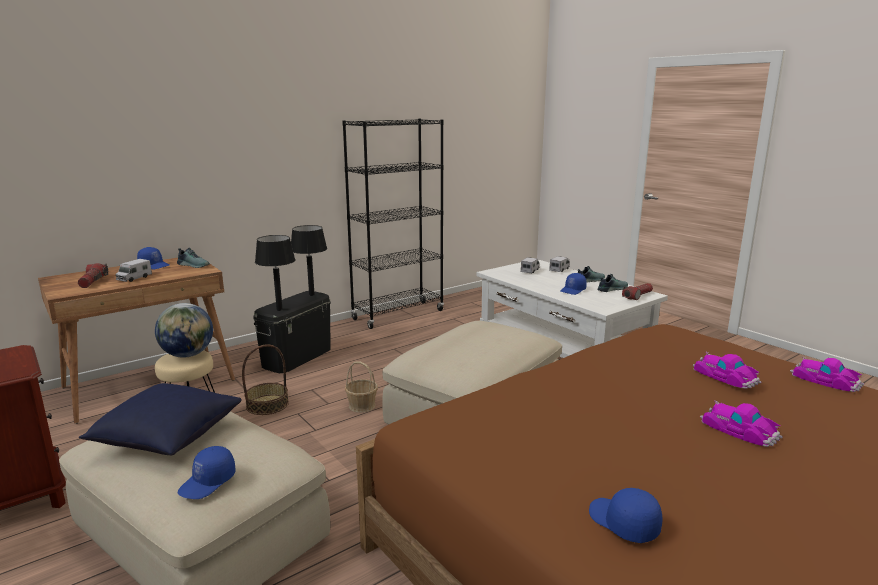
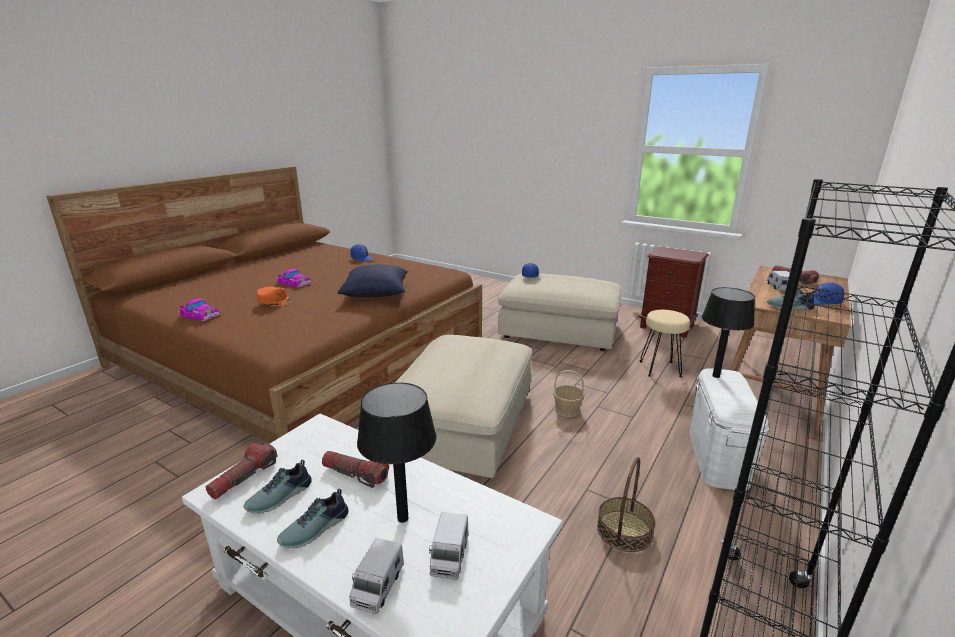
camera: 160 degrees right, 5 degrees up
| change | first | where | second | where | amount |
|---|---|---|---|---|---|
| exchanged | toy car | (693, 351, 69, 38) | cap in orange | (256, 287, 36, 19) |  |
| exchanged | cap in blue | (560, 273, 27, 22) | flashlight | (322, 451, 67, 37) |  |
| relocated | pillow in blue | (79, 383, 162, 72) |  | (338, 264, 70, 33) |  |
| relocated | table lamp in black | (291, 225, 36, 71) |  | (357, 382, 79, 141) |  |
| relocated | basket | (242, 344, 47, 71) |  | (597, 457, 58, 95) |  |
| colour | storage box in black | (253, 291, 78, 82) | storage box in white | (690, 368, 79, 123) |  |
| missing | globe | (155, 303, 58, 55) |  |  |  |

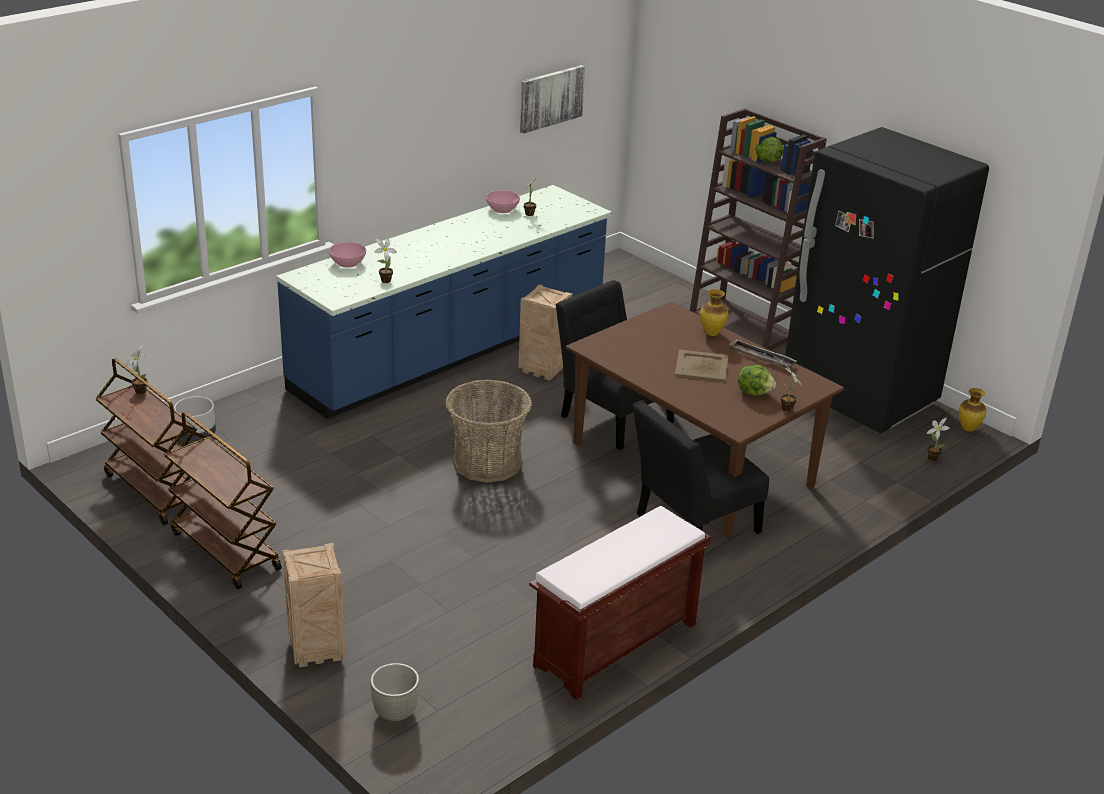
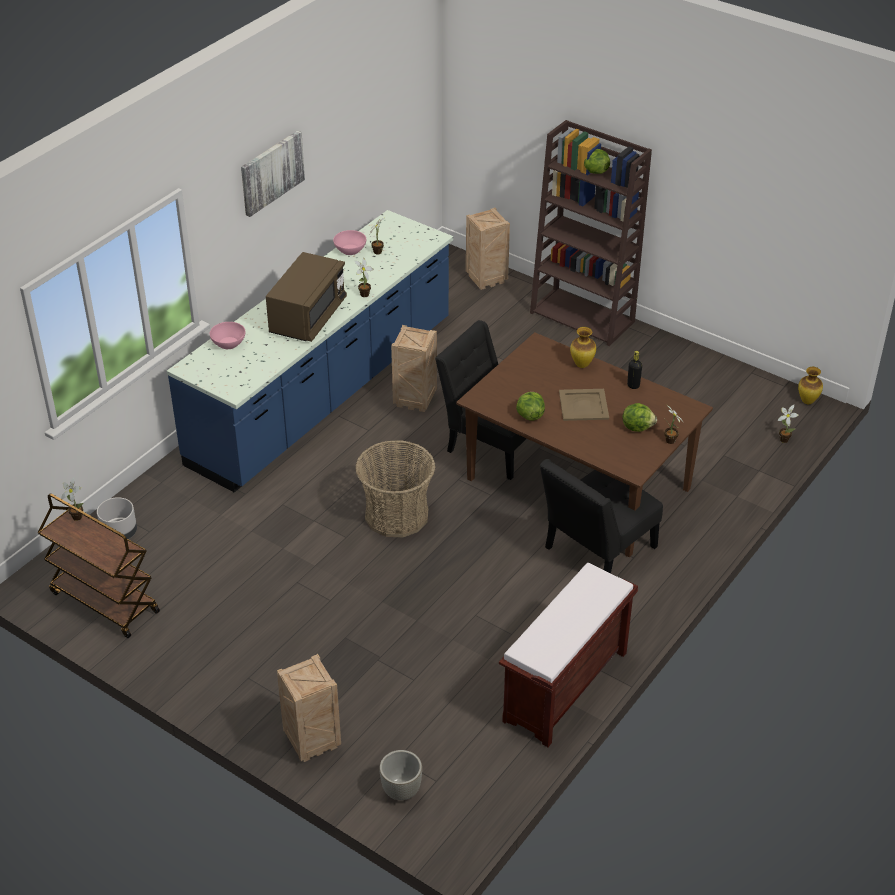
camera: 10 degrees left, 10 degrees up
| change | first | where | second | where | amount |
|---|---|---|---|---|---|
| relocated | picture | (520, 65, 65, 69) |  | (241, 130, 64, 87) |  |
| appeared |  |  | microwave in brown | (266, 252, 81, 90) |  |
| relocated | potted plant | (374, 238, 23, 45) |  | (355, 258, 18, 39) |  |
| appeared |  |  | crate | (466, 207, 44, 83) |  |
| appeared |  |  | lettuce | (516, 392, 29, 29) |  |
| exchanged | tray | (729, 339, 68, 28) | bottle in black | (627, 351, 15, 38) |  |
| missing | cart in brown | (164, 412, 118, 177) |  |  |  |
| missing | fridge in black | (785, 127, 204, 307) |  |  |  |

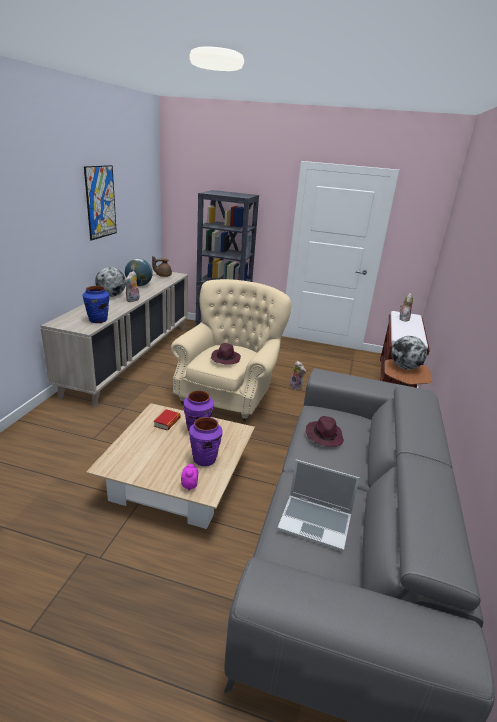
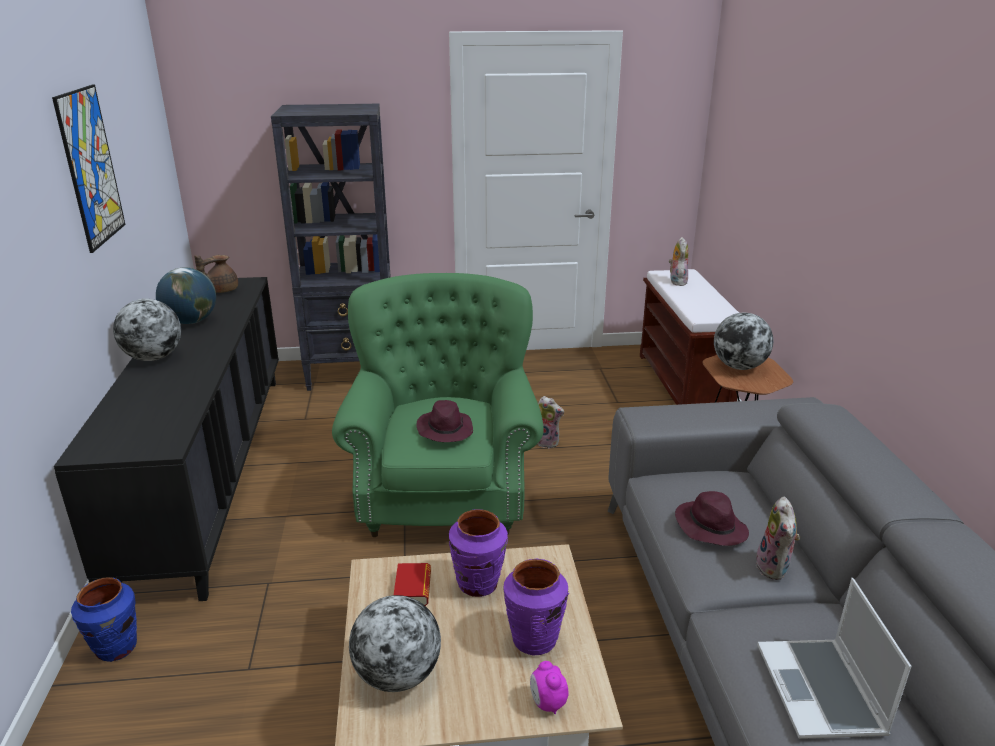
camera: 20 degrees left, 0 degrees up
| change | first | where | second | where | amount |
|---|---|---|---|---|---|
| colour | cabinet in beige | (41, 270, 147, 138) | cabinet in black | (54, 277, 225, 324) |  |
| relocated | vase in blue | (83, 286, 27, 37) |  | (71, 577, 66, 85) |  |
| colour | armchair in beige | (171, 279, 120, 143) | armchair in green | (332, 273, 212, 264) |  |
| appeared |  |  | globe | (349, 595, 92, 97) |  |
| relocated | plush toy | (125, 271, 15, 31) |  | (756, 497, 44, 83) |  |
| spun | laptop | (277, 460, 83, 91) |  | (757, 578, 155, 161) | 90 degrees clockwise |

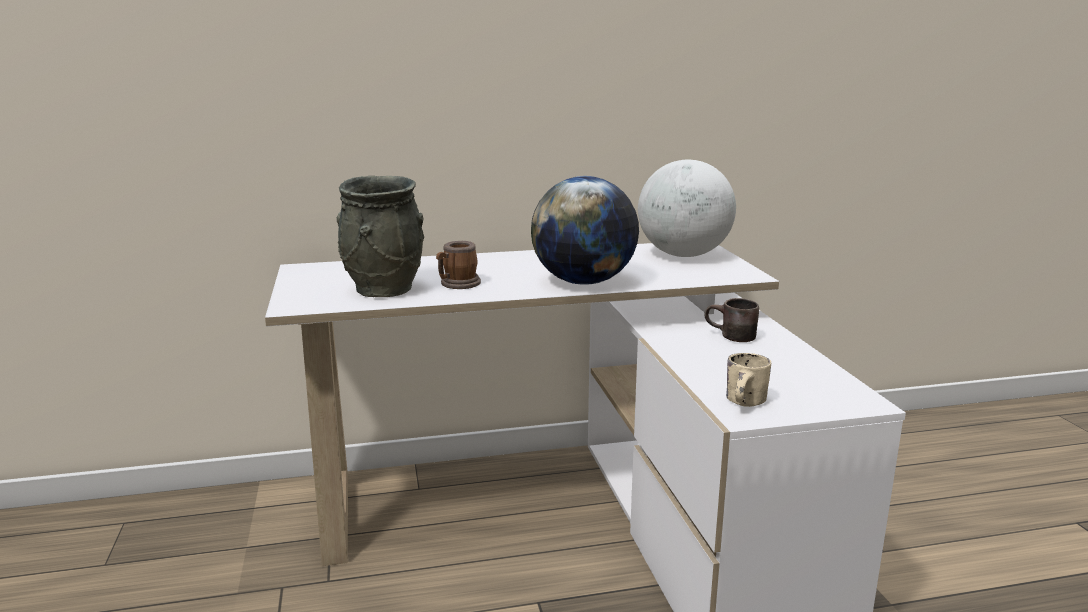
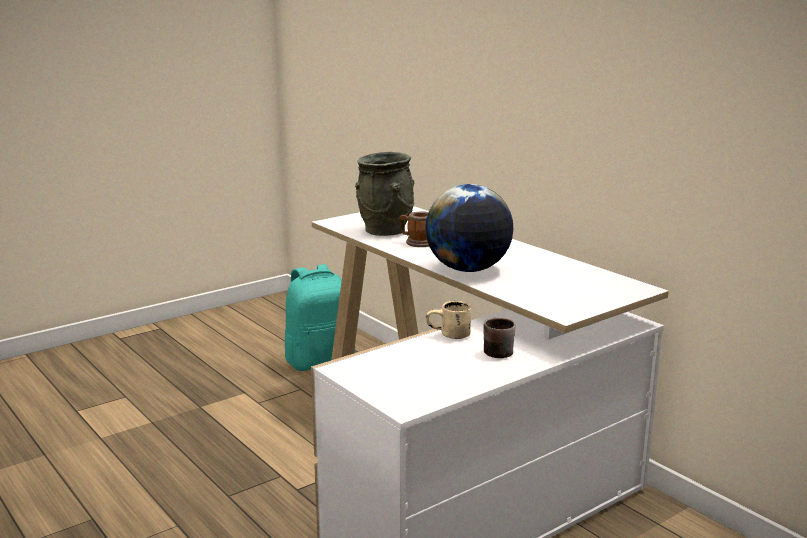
camera: 65 degrees right, 0 degrees up
| change | first | where | second | where | amount |
|---|---|---|---|---|---|
| appeared |  |  | backpack in turquoise | (285, 264, 70, 107) |  |
| relocated | mug in beige | (726, 353, 45, 54) |  | (426, 301, 45, 38) |  |
| missing | globe | (638, 160, 98, 97) |  |  |  |

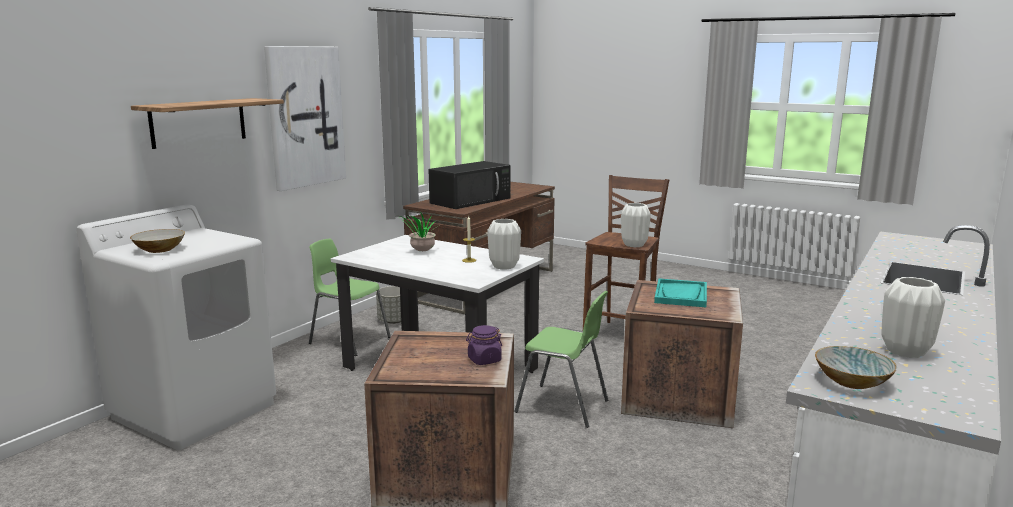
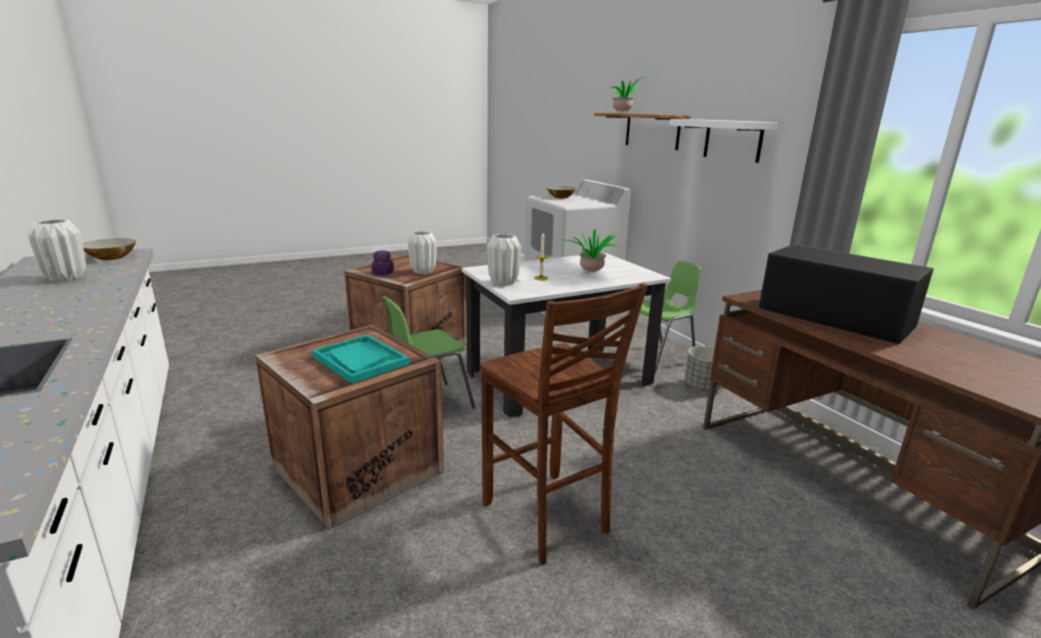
camera: 120 degrees right, 5 degrees up
| change | first | where | second | where | amount |
|---|---|---|---|---|---|
| relocated | vase in white | (621, 203, 30, 44) |  | (408, 231, 29, 43) |  |
| appeared |  |  | potted plant | (611, 77, 32, 34) |  |
| exchanged | picture | (264, 46, 82, 145) | shelf in white | (670, 119, 108, 44) |  |
| spun | microwave in black | (428, 161, 82, 48) |  | (759, 244, 175, 100) | 150 degrees clockwise |

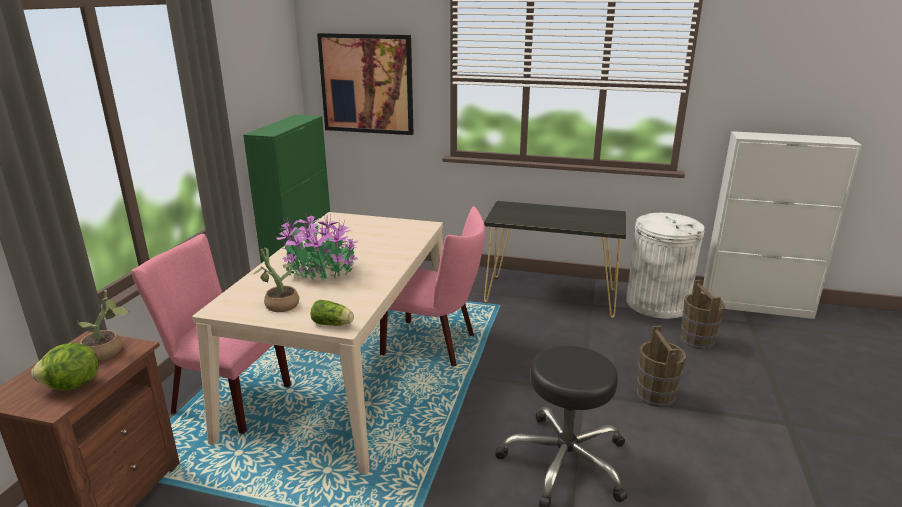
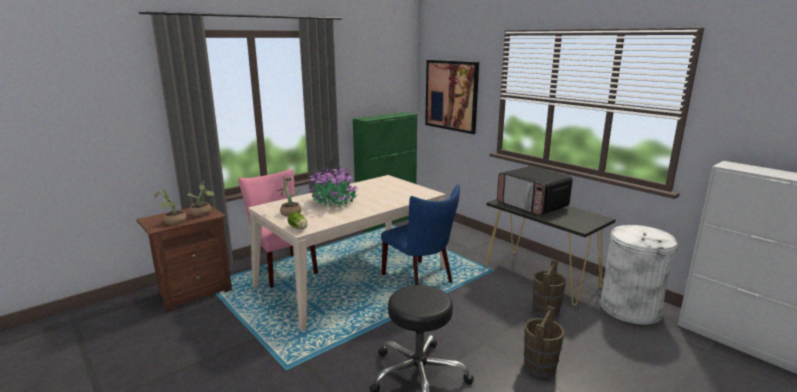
camera: 35 degrees right, 5 degrees down
| change | first | where | second | where | amount |
|---|---|---|---|---|---|
| exchanged | lettuce | (31, 343, 67, 47) | potted plant | (154, 189, 33, 36) |  |
| colour | chair in pink | (380, 207, 105, 160) | chair in blue | (381, 185, 79, 100) |  |
| appeared |  |  | microwave | (497, 166, 76, 50) |  |
| relocated | bucket in brown | (680, 280, 45, 70) |  | (532, 260, 34, 58) |  |

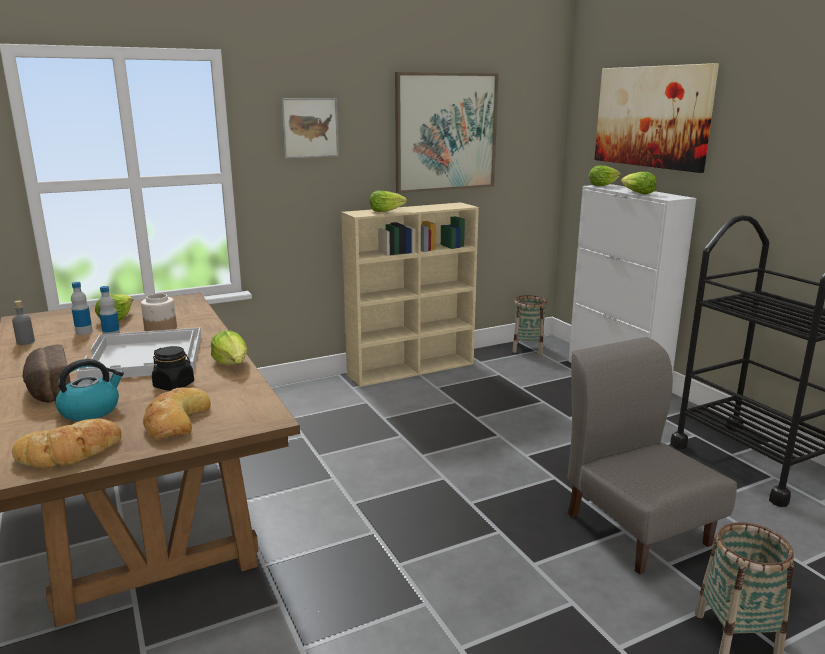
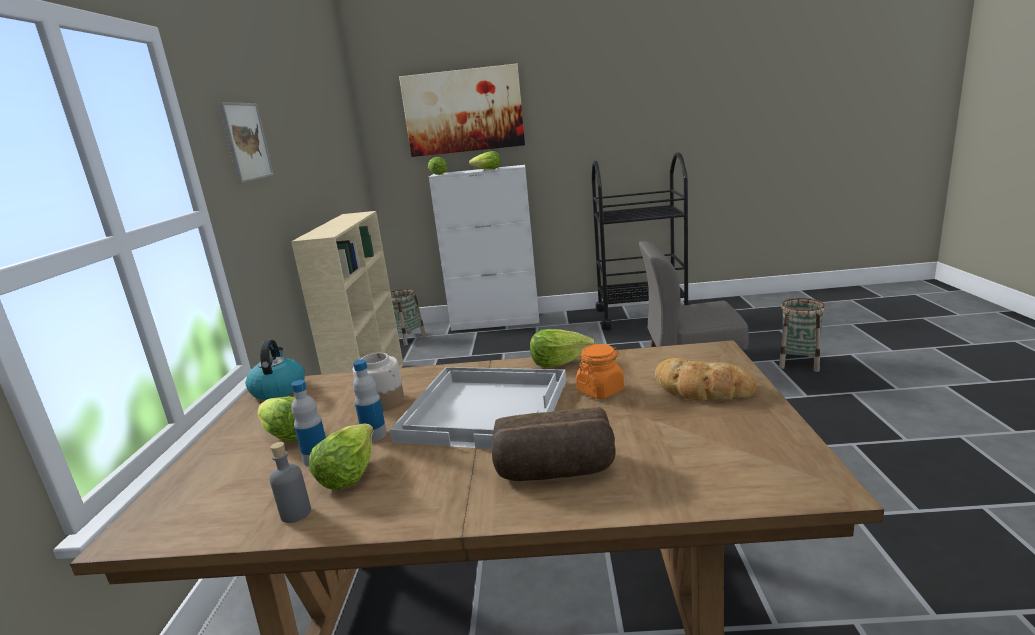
camera: 60 degrees left, 0 degrees up
| change | first | where | second | where | amount |
|---|---|---|---|---|---|
| relocated | kettle | (55, 359, 69, 62) |  | (246, 339, 59, 61) |  |
| relocated | lettuce | (370, 191, 37, 21) |  | (309, 424, 65, 66) |  |
| colour | jar in black | (152, 346, 42, 45) | jar in orange | (576, 344, 48, 55) |  |
| missing | bread | (12, 419, 110, 49) |  |  |  |
| missing | picture | (395, 72, 104, 121) |  |  |  |

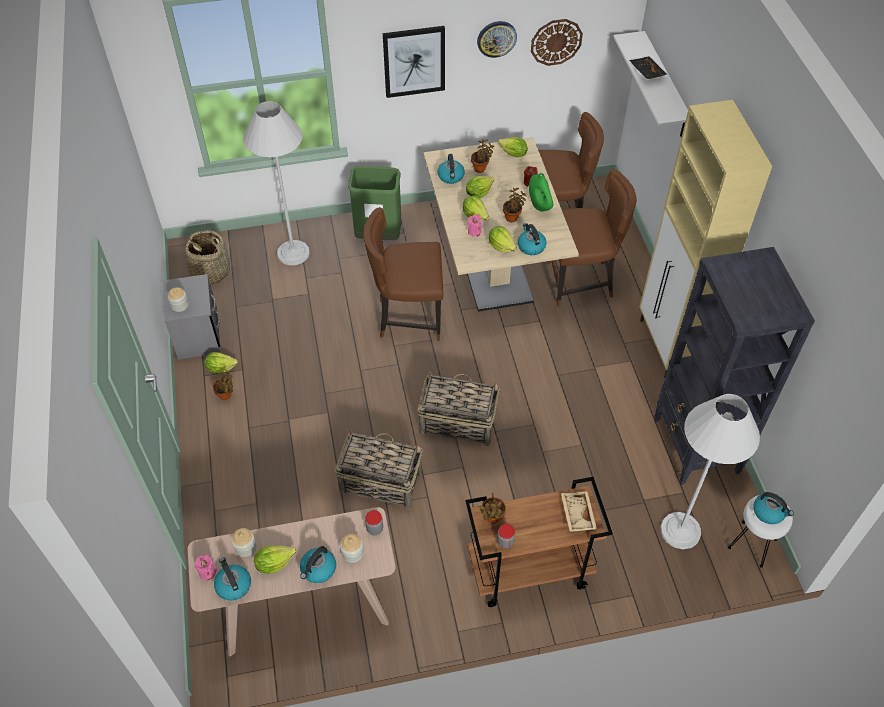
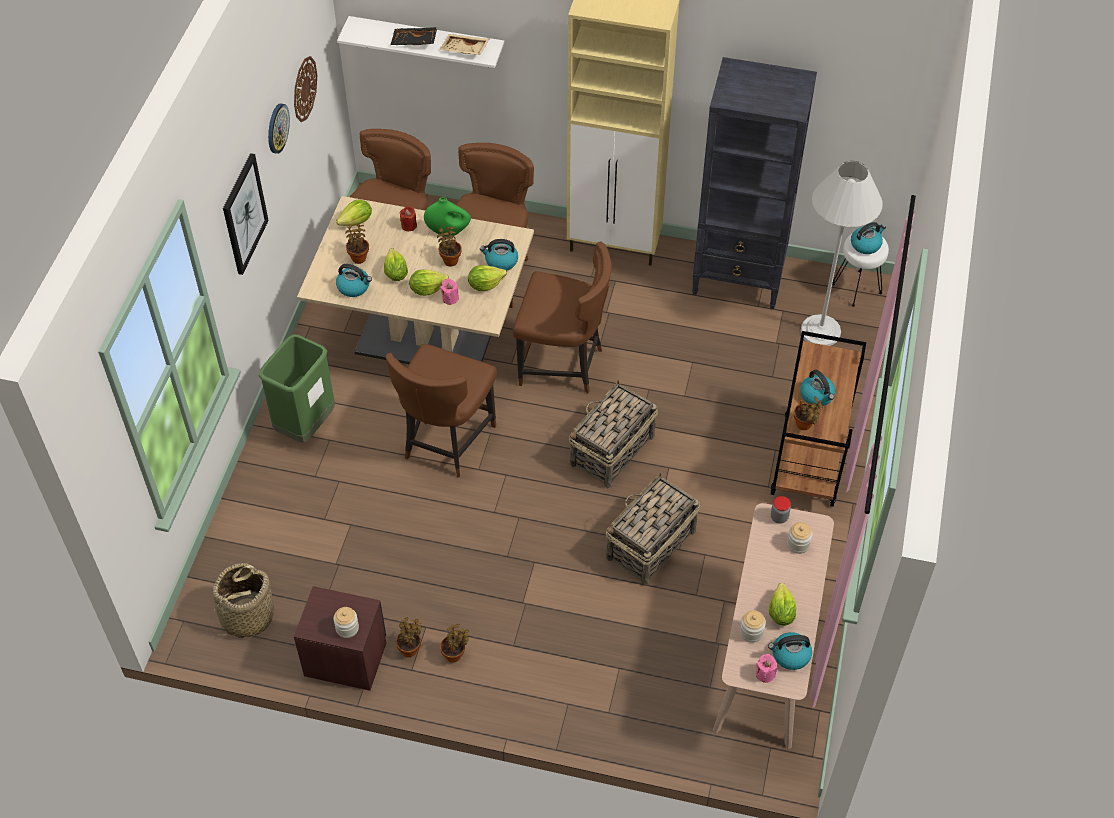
camera: 65 degrees left, 0 degrees up
| change | first | where | second | where | amount |
|---|---|---|---|---|---|
| colour | nightstand in grey | (163, 274, 57, 86) | nightstand in brown | (294, 586, 92, 105) |  |
| exchanged | lettuce | (204, 352, 34, 22) | potted plant | (396, 617, 26, 40) |  |
| relocated | tray in beige | (561, 491, 36, 41) |  | (439, 34, 50, 21) |  |
| appeared |  |  | chair in brown | (513, 241, 99, 152) |  |
| relocated | kettle | (300, 546, 36, 37) |  | (800, 370, 35, 37) |  |
| missing | floor lamp in white | (243, 101, 67, 164) |  |  |  |
| missing | jar | (497, 524, 18, 25) |  |  |  |

